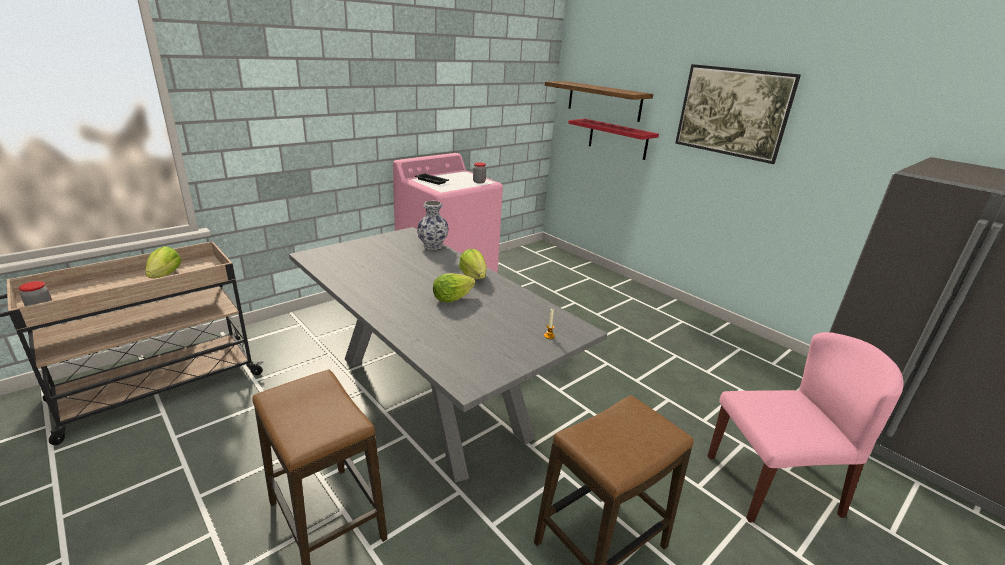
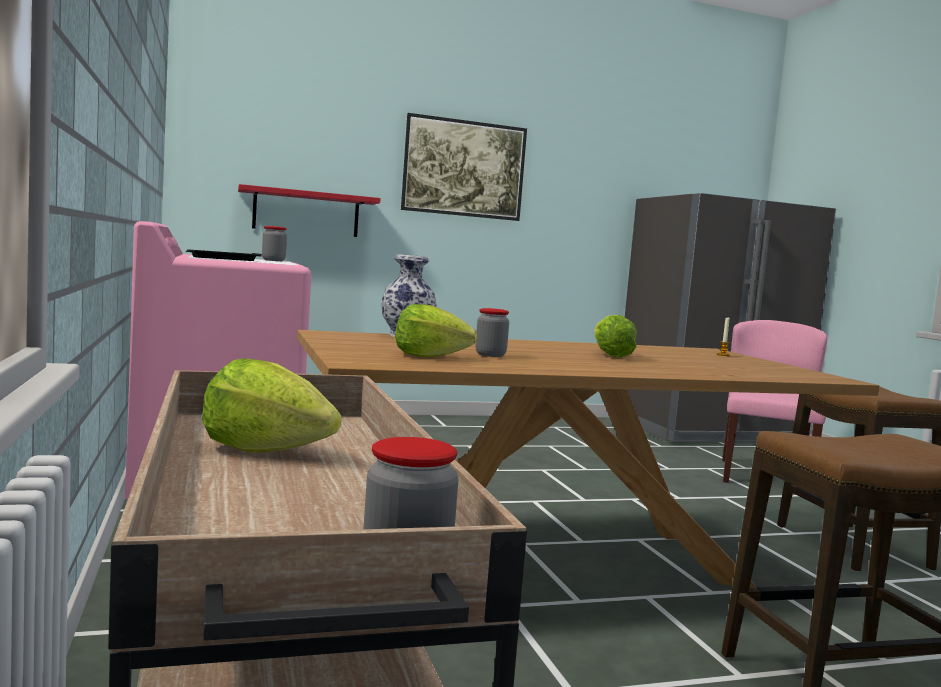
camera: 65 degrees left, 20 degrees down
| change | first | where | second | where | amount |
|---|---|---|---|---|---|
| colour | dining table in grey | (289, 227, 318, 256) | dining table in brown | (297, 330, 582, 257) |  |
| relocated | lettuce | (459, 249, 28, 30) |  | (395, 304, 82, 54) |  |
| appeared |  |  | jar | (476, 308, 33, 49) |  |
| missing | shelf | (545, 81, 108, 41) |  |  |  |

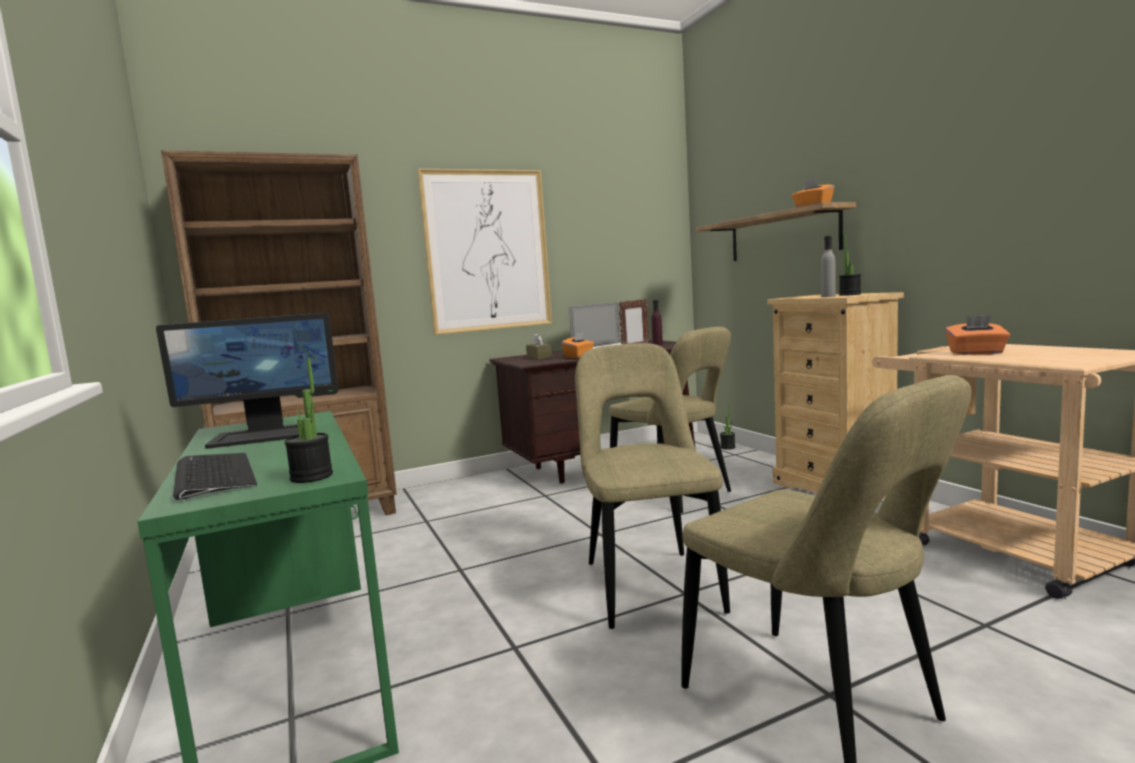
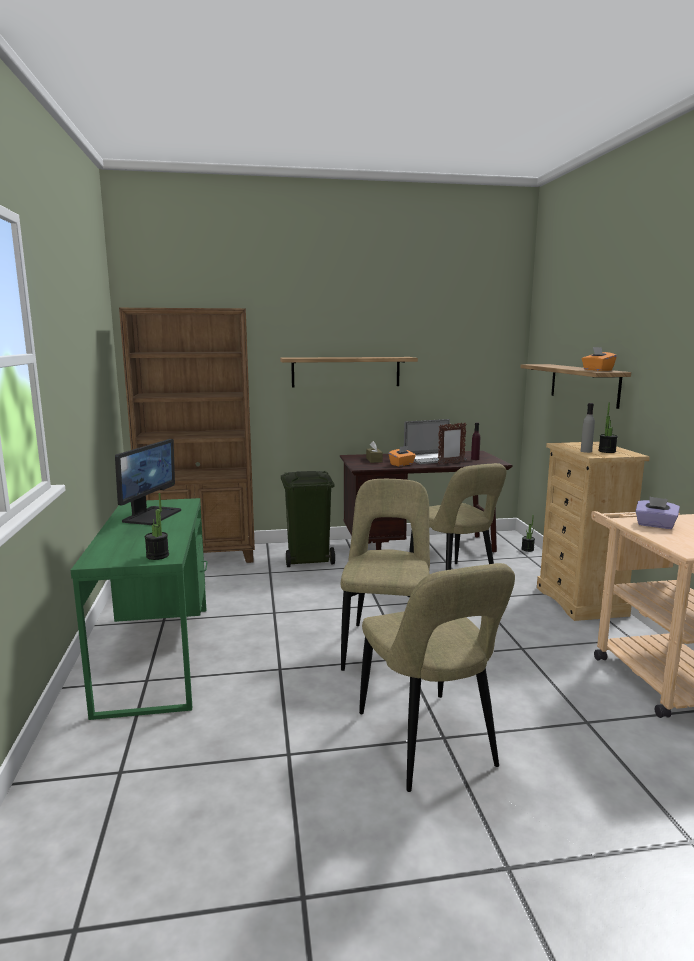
camera: 15 degrees right, 5 degrees up
| change | first | where | second | where | amount |
|---|---|---|---|---|---|
| spun | monitor | (156, 313, 183, 136) |  | (115, 439, 66, 86) | 75 degrees counterclockwise |
| exchanged | picture | (417, 169, 135, 166) | shelf | (280, 357, 138, 31) |  |
| appeared |  |  | trash can in green | (281, 471, 54, 96) |  |
| colour | tissue box in orange | (945, 315, 65, 40) | tissue box in purple | (635, 496, 45, 33) |  |
| missing | keyboard | (173, 453, 84, 47) |  |  |  |

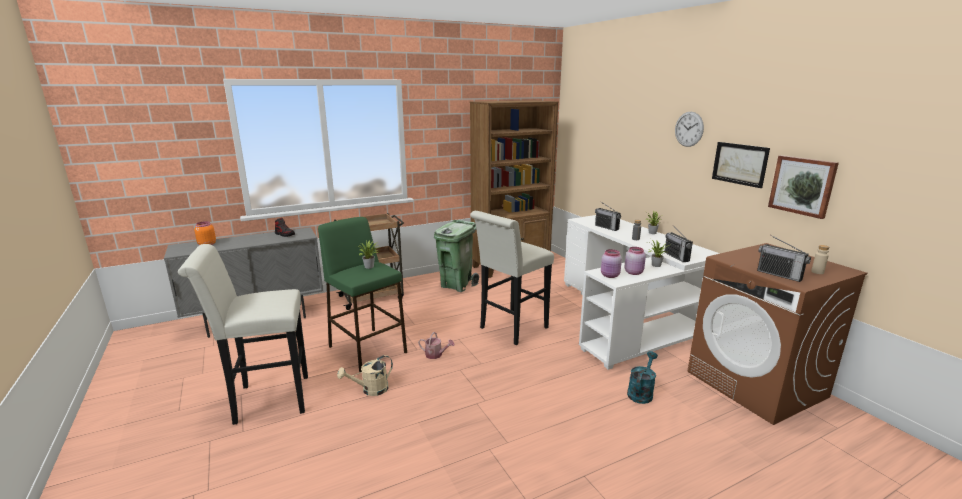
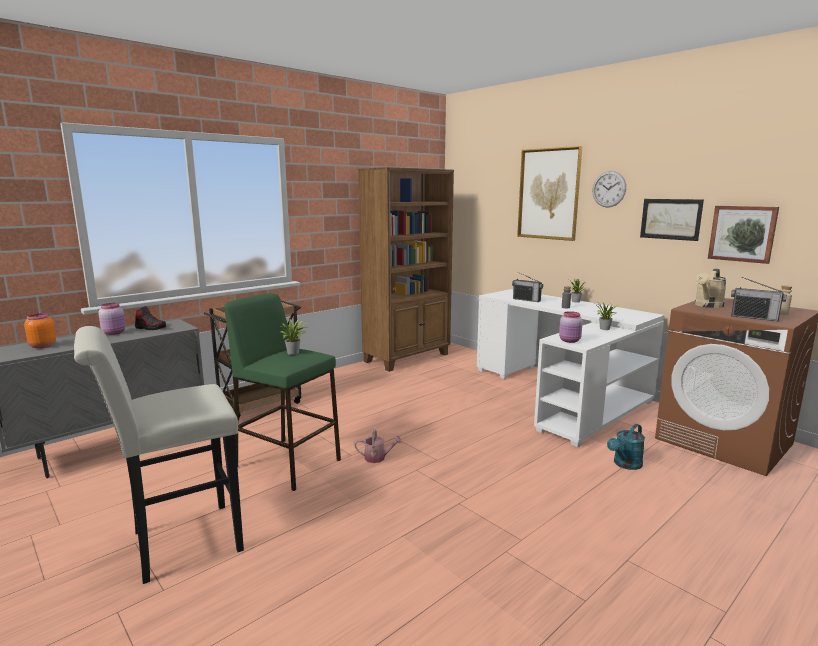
camera: 15 degrees left, 5 degrees down
| change | first | where | second | where | amount |
|---|---|---|---|---|---|
| relocated | jar in pink | (625, 247, 21, 28) |  | (98, 303, 28, 32) |  |
| appeared |  |  | picture | (517, 146, 65, 95) |  |
| spun | watering can in turquoise | (627, 351, 31, 53) |  | (607, 424, 38, 46) | 150 degrees counterclockwise |
| relocated | watering can in beige | (337, 355, 56, 41) |  | (695, 269, 32, 39) |  |
| missing | trash can in green | (434, 220, 45, 72) |  |  |  |
| missing | stool in white | (470, 211, 84, 134) |  |  |  |
| missing | radio | (664, 226, 29, 36) |  |  |  |

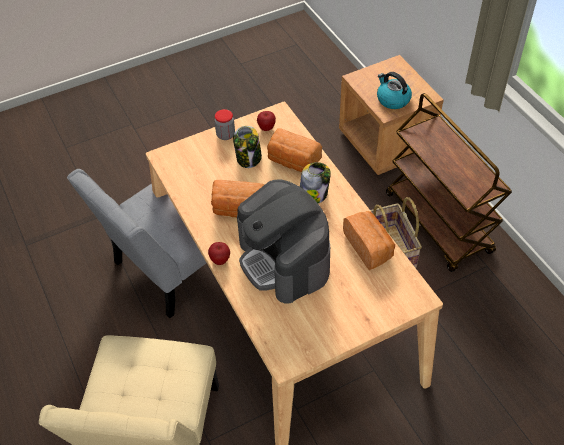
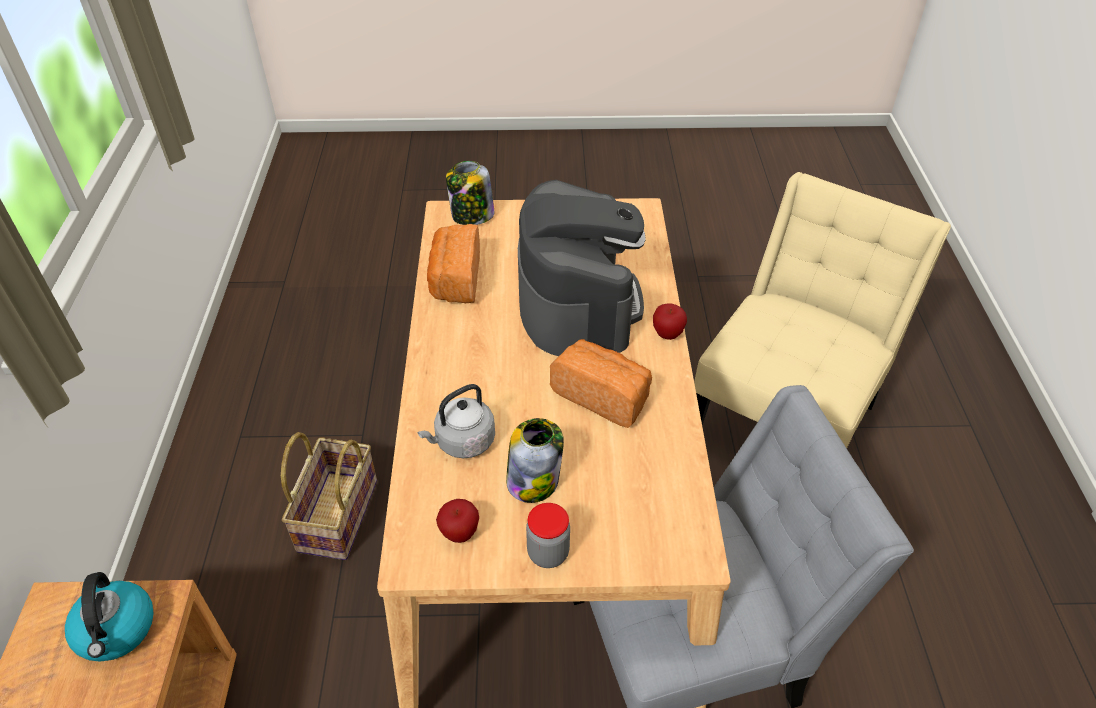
camera: 155 degrees left, 5 degrees down
| change | first | where | second | where | amount |
|---|---|---|---|---|---|
| exchanged | bread | (267, 128, 55, 44) | kettle in grey | (418, 384, 77, 75) |  |
| relocated | jar | (300, 162, 31, 41) |  | (446, 161, 48, 64) |  |
| missing | cart in brown | (386, 93, 126, 179) |  |  |  |

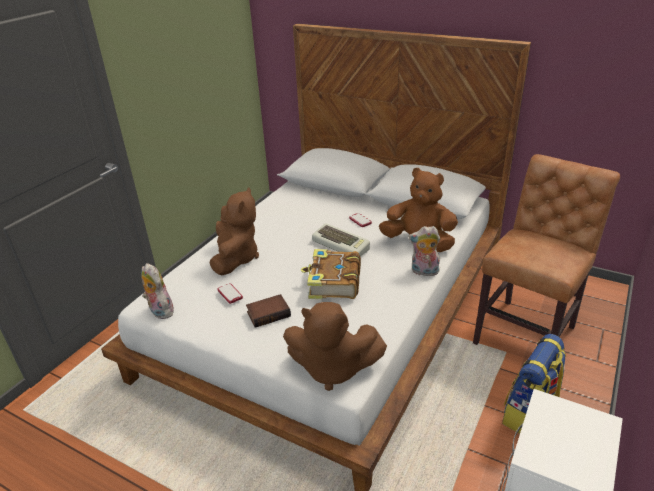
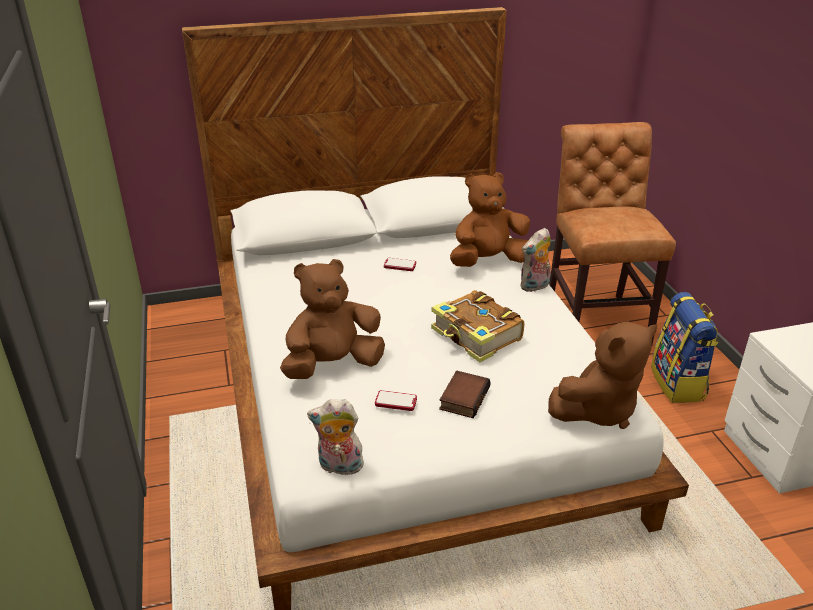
camera: 45 degrees left, 0 degrees up
| change | first | where | second | where | amount |
|---|---|---|---|---|---|
| spun | plush toy in brown | (210, 187, 49, 88) |  | (280, 259, 105, 120) | 75 degrees counterclockwise |
| missing | keyboard | (312, 224, 58, 33) |  |  |  |

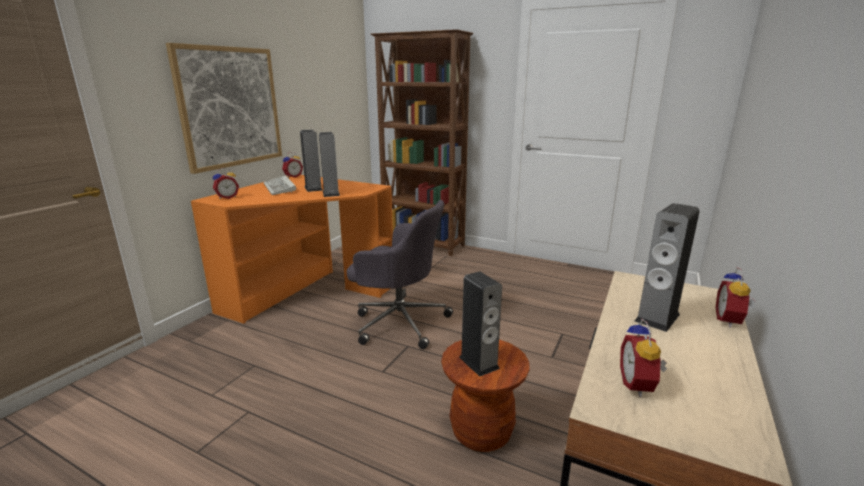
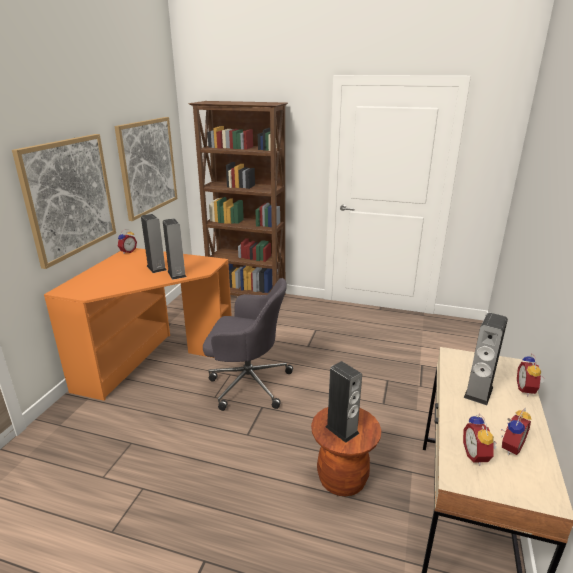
camera: 10 degrees left, 5 degrees up
| change | first | where | second | where | amount |
|---|---|---|---|---|---|
| appeared |  |  | picture | (114, 117, 63, 104) |  |
| relocated | alarm clock | (213, 168, 26, 31) |  | (500, 408, 32, 47) |  |
| missing | keyboard | (263, 176, 33, 19) |  |  |  |

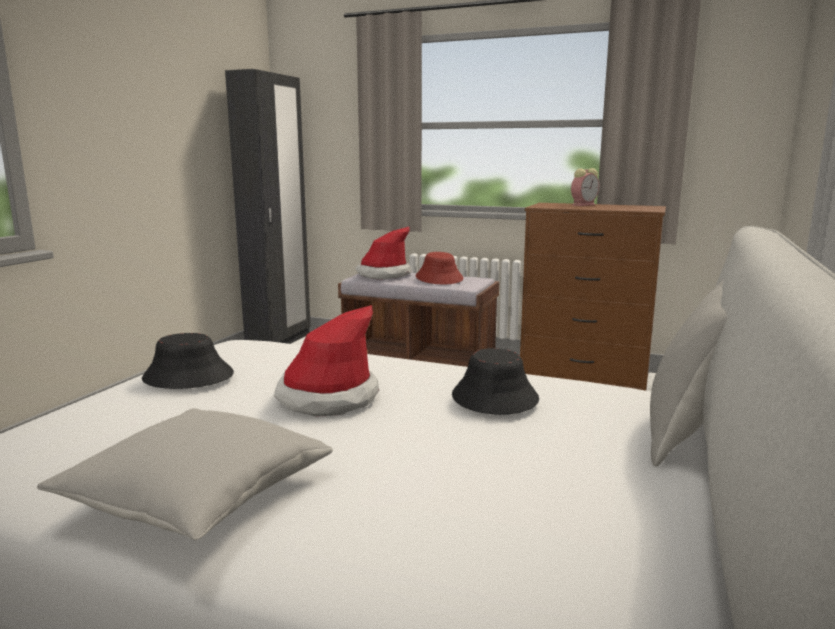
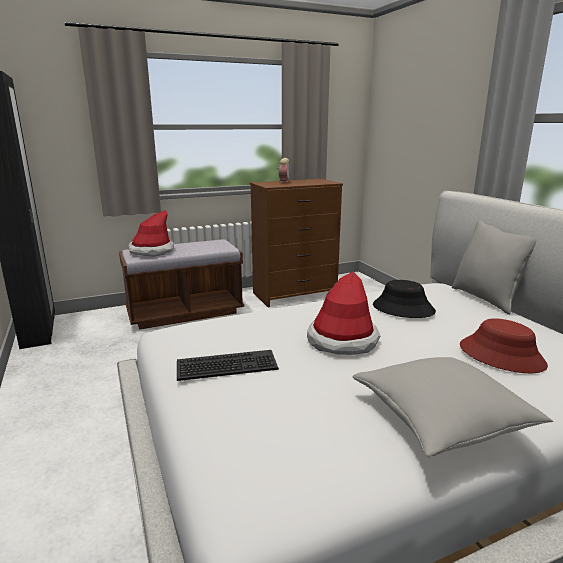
camera: 45 degrees left, 5 degrees up
| change | first | where | second | where | amount |
|---|---|---|---|---|---|
| exchanged | hat in black | (142, 333, 92, 56) | keyboard | (177, 350, 102, 31) |  |
| relocated | hat in red | (416, 252, 47, 32) |  | (460, 318, 88, 55) |  |

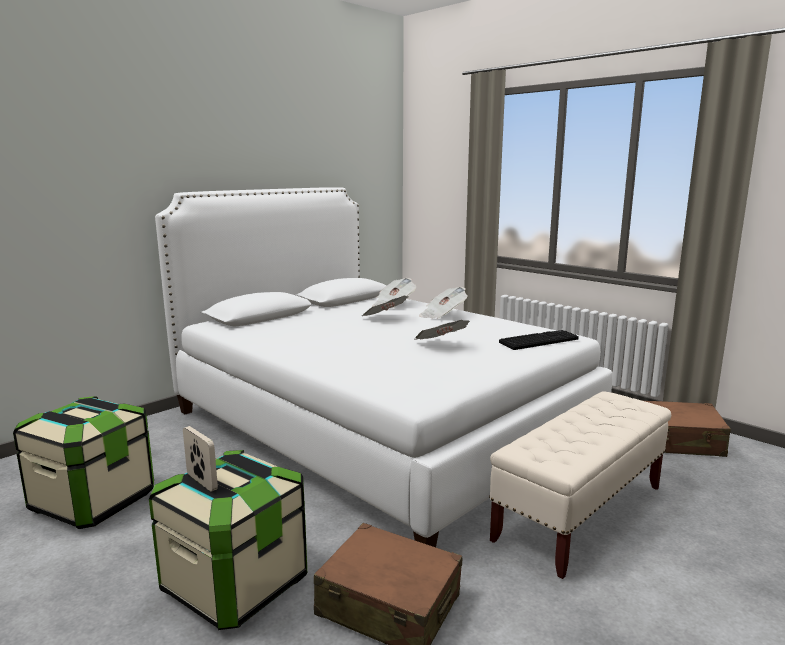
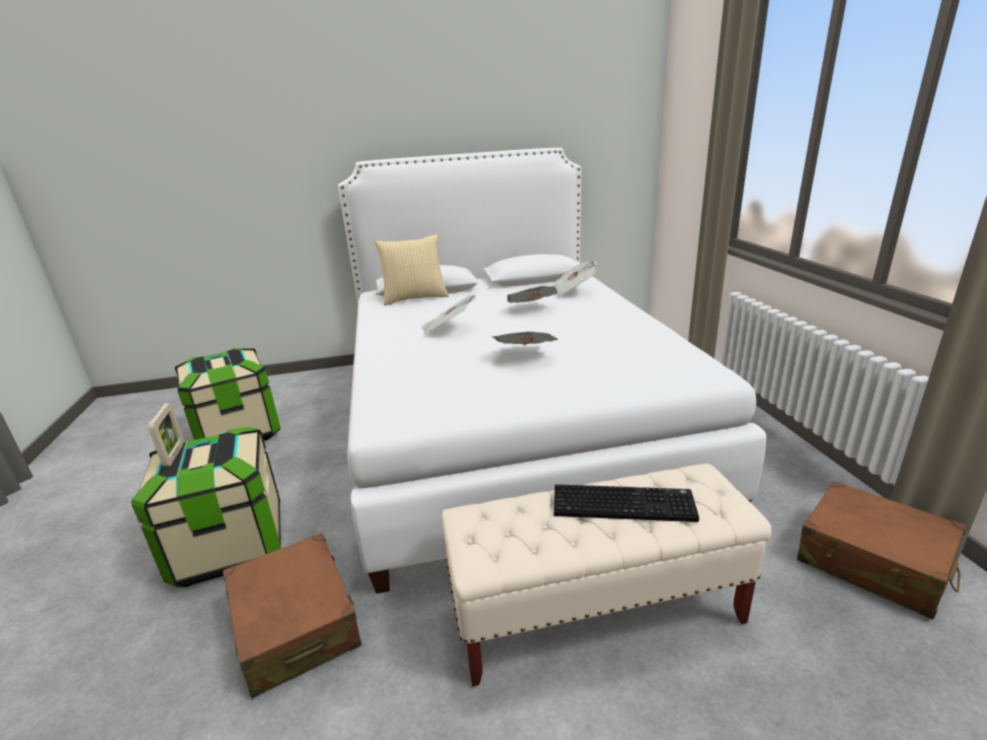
camera: 35 degrees right, 10 degrees up
| change | first | where | second | where | amount |
|---|---|---|---|---|---|
| appeared |  |  | pillow | (375, 234, 74, 71) |  |
| relocated | newspaper | (419, 287, 48, 32) |  | (422, 295, 54, 39) |  |
| relocated | keyboard | (499, 330, 80, 20) |  | (554, 484, 145, 38) |  |

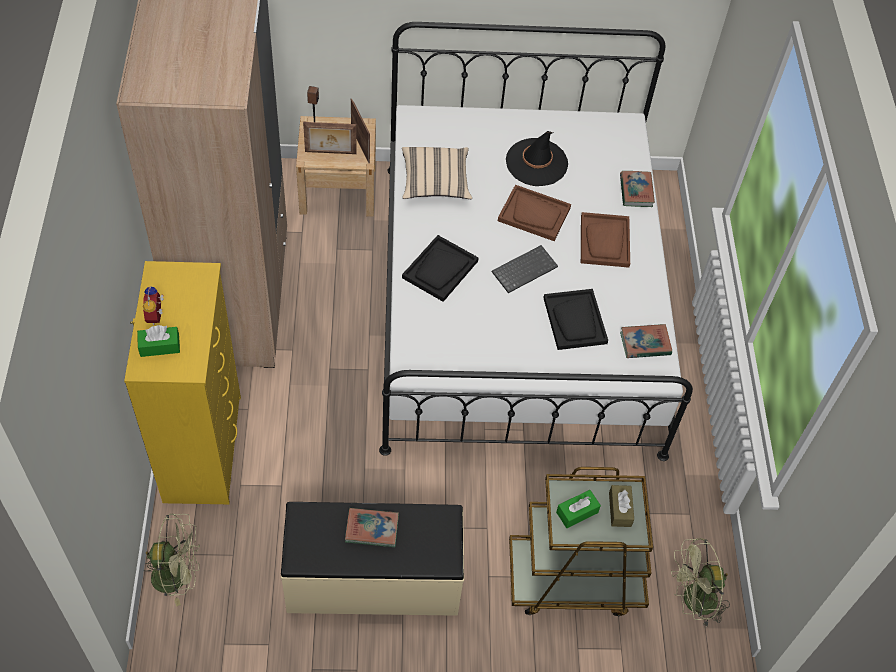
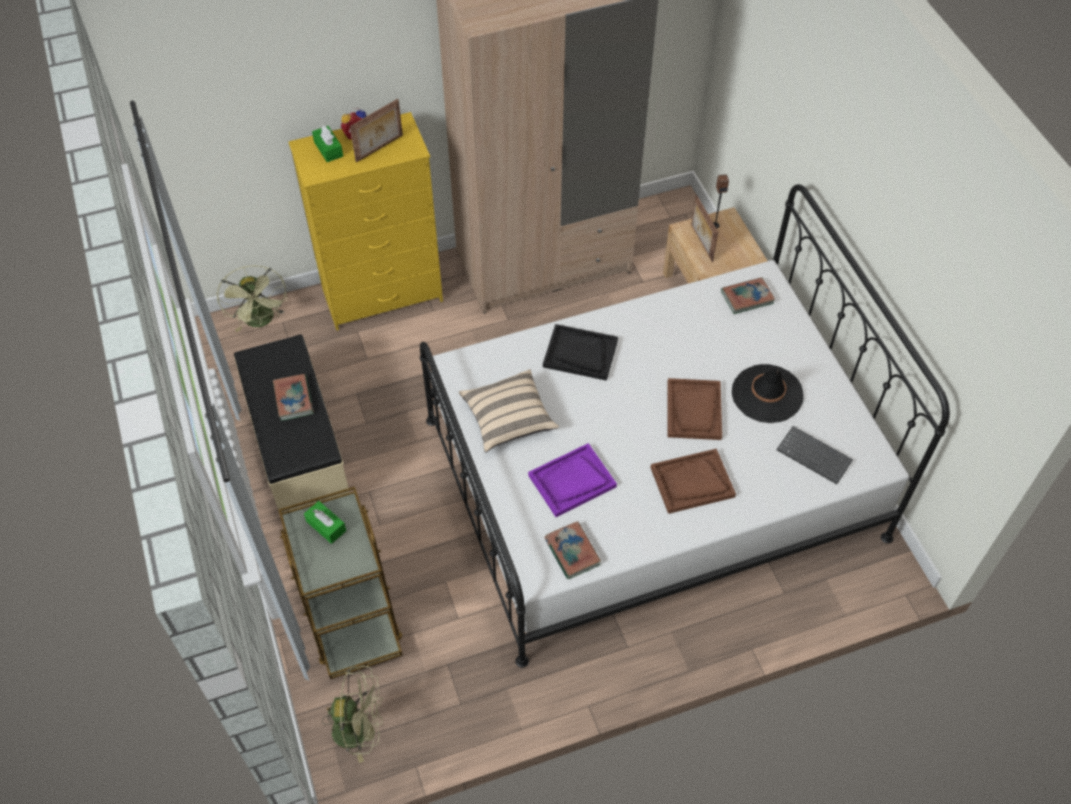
camera: 75 degrees right, 0 degrees up
| change | first | where | second | where | amount |
|---|---|---|---|---|---|
| spun | fan in green | (671, 538, 59, 90) |  | (322, 666, 61, 97) | 120 degrees clockwise |
| relocated | picture frame | (351, 99, 19, 64) |  | (350, 99, 53, 64) |  |
| relocated | pillow in beige | (402, 147, 70, 52) |  | (459, 369, 100, 83) |  |
| colour | tray in black | (543, 289, 65, 61) | tray in purple | (528, 443, 89, 74) |  |
| relocated | book | (620, 171, 35, 36) |  | (721, 277, 54, 37) |  |
| relocated | keyboard | (491, 245, 67, 48) |  | (776, 426, 77, 58) |  |
| missing | tissue box in brown | (609, 485, 25, 42) |  |  |  |

